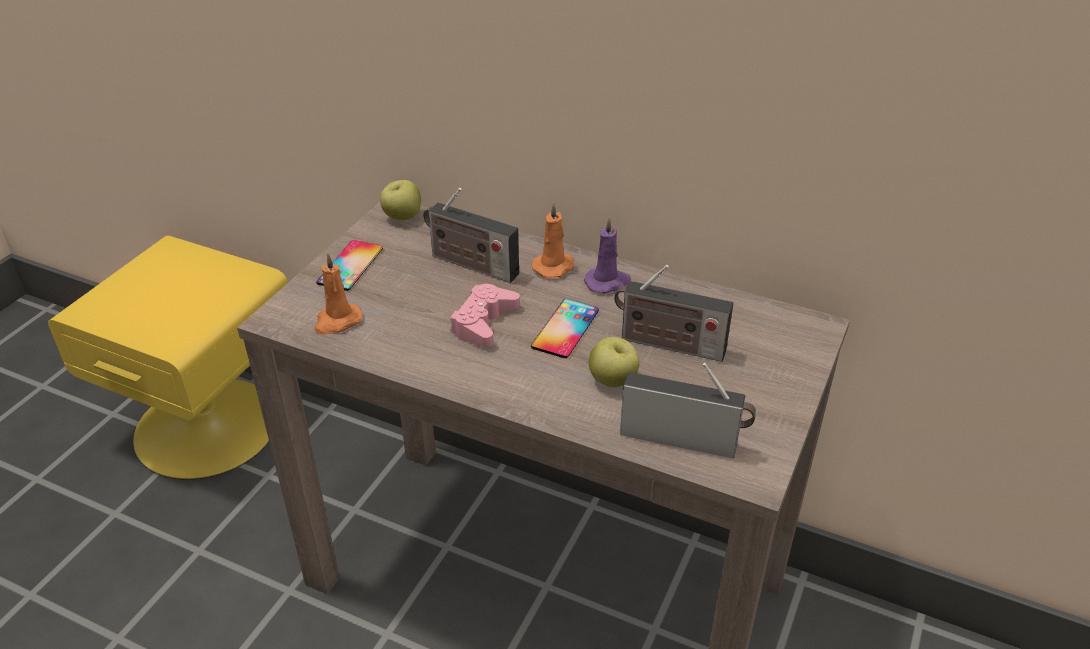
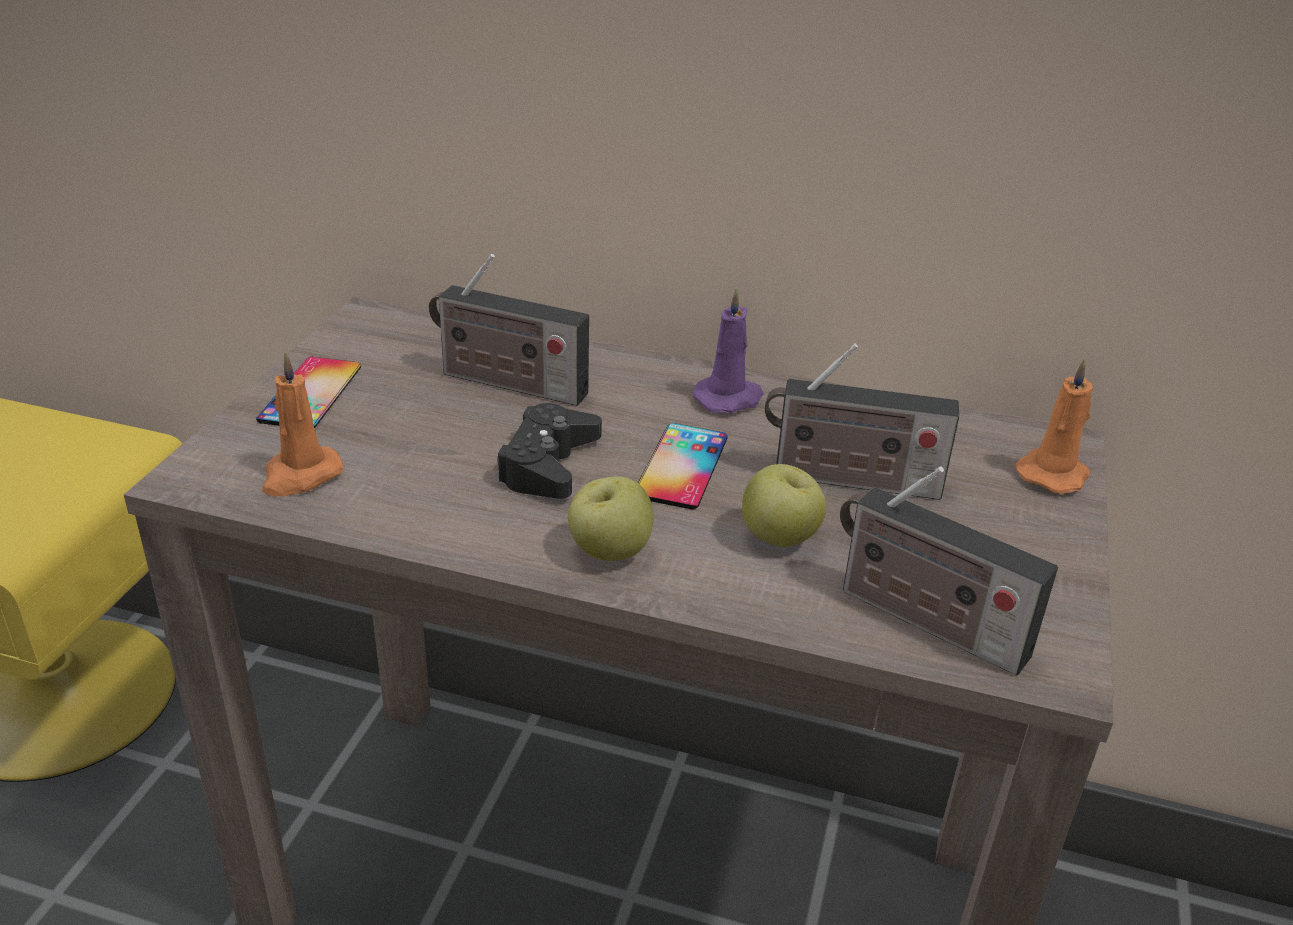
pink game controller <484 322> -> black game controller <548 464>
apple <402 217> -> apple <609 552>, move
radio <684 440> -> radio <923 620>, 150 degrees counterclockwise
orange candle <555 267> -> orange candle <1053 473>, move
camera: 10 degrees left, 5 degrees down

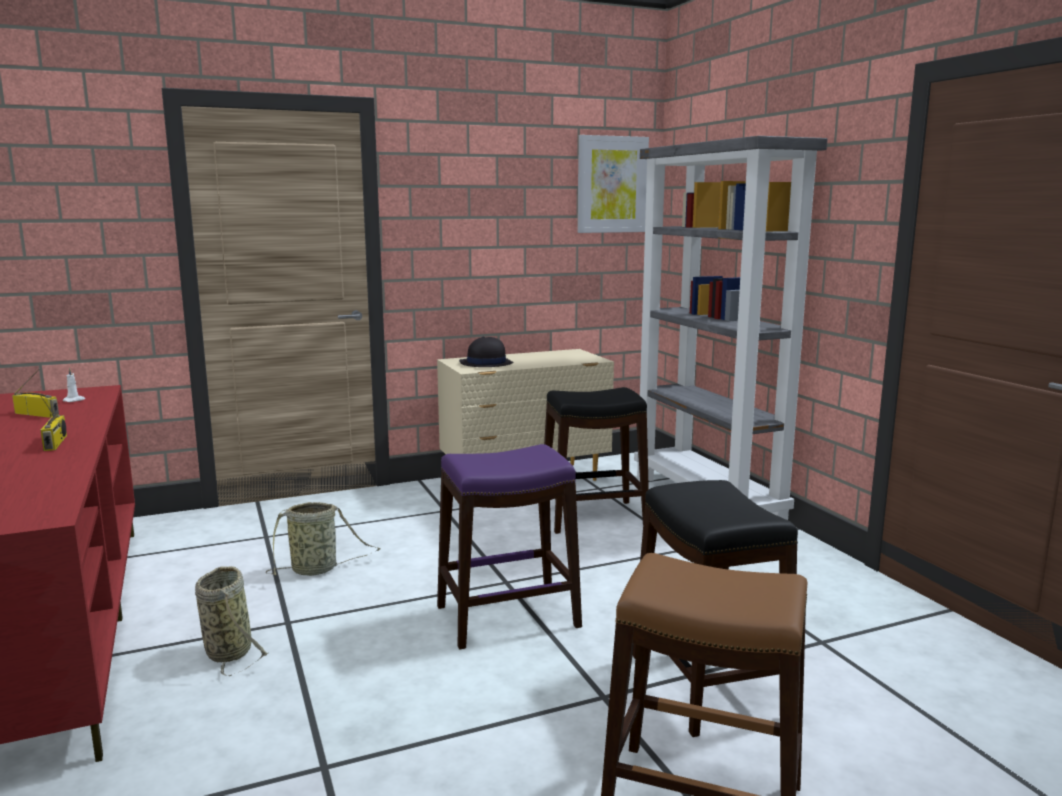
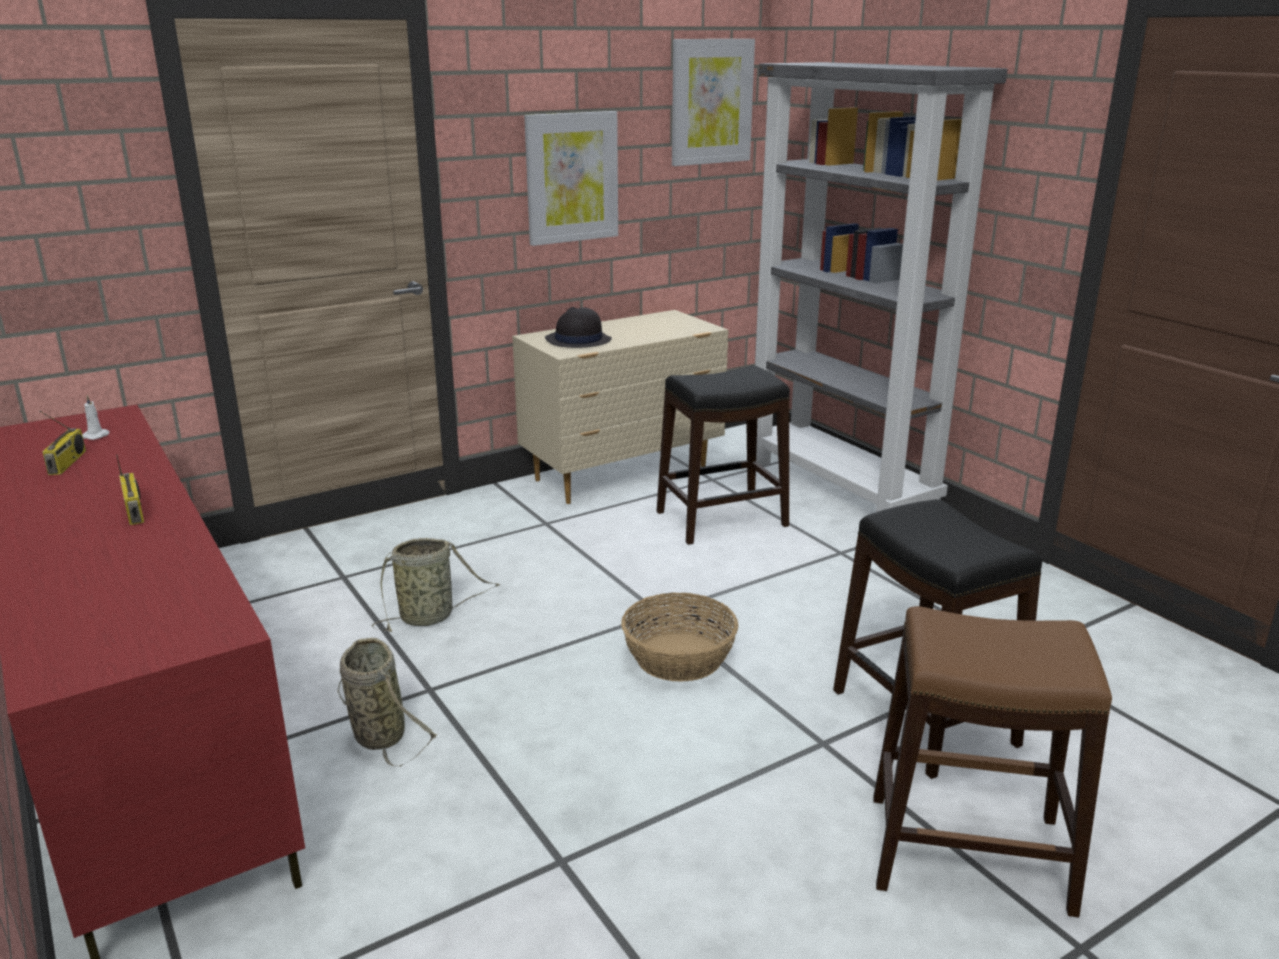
radio <38 414> -> radio <67 463>, 75 degrees clockwise
none -> picture <571 177>
purple stool <507 616> -> basket <679 656>
camera: 10 degrees left, 10 degrees up

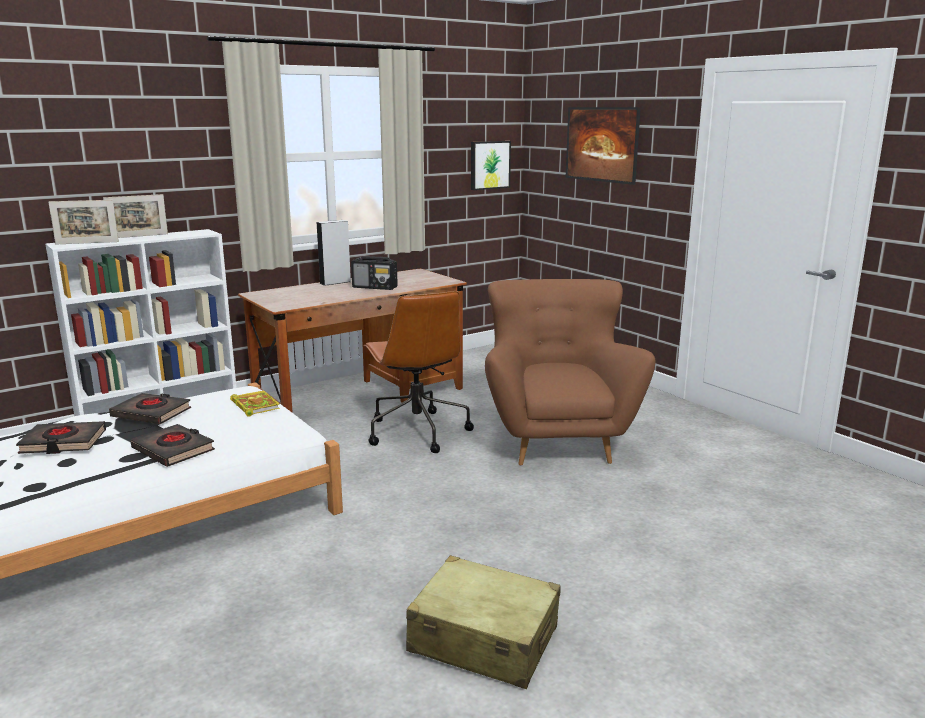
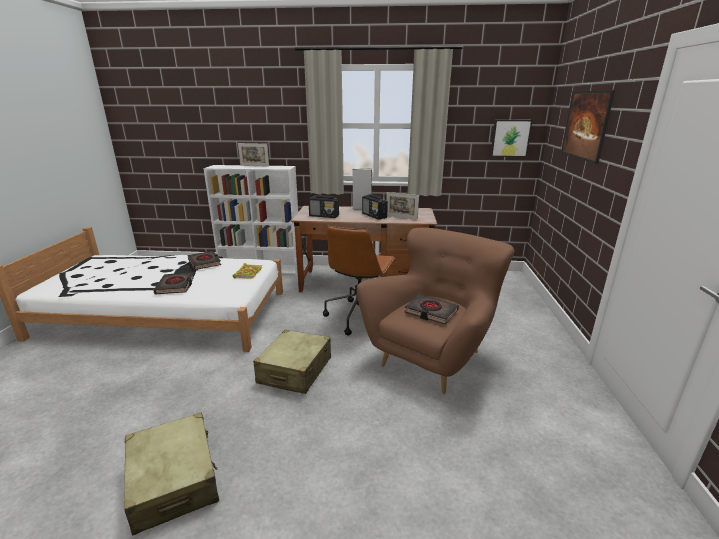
none -> beige suitcase <295 371>
none -> radio <324 216>
picture frame <87 243> -> picture frame <401 217>, move
black book <63 443> -> black book <431 312>, move
camera: 40 degrees right, 5 degrees up

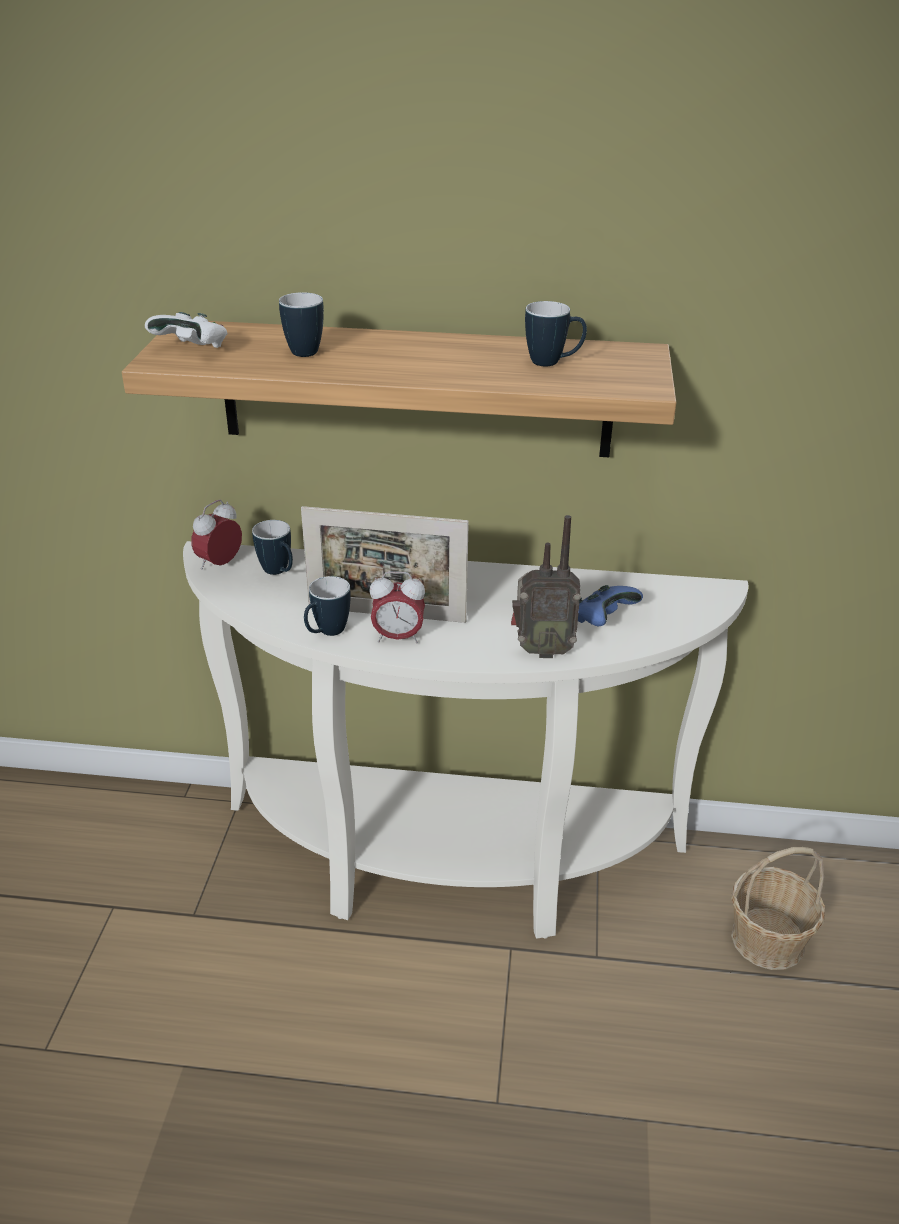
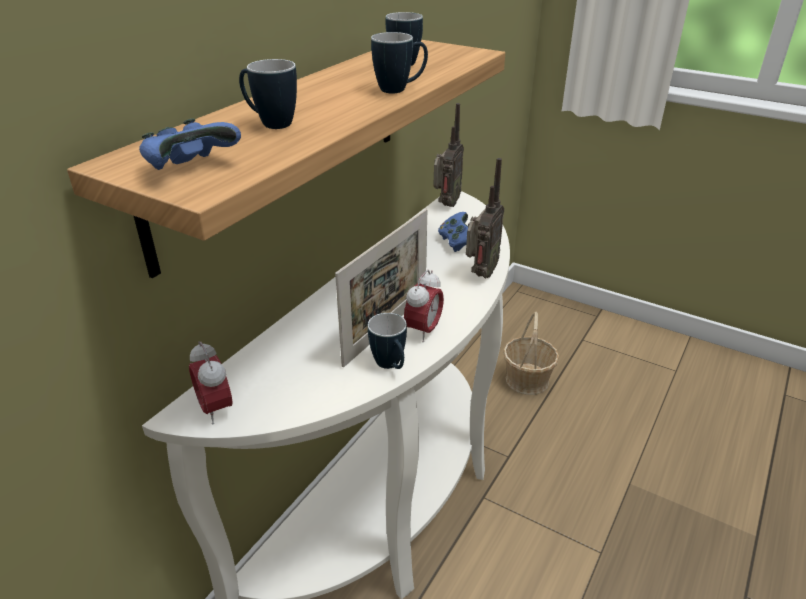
white game controller <193 349> -> blue game controller <191 168>
mug <279 572> -> mug <400 89>, move
none -> radio <446 205>
camera: 65 degrees left, 0 degrees up

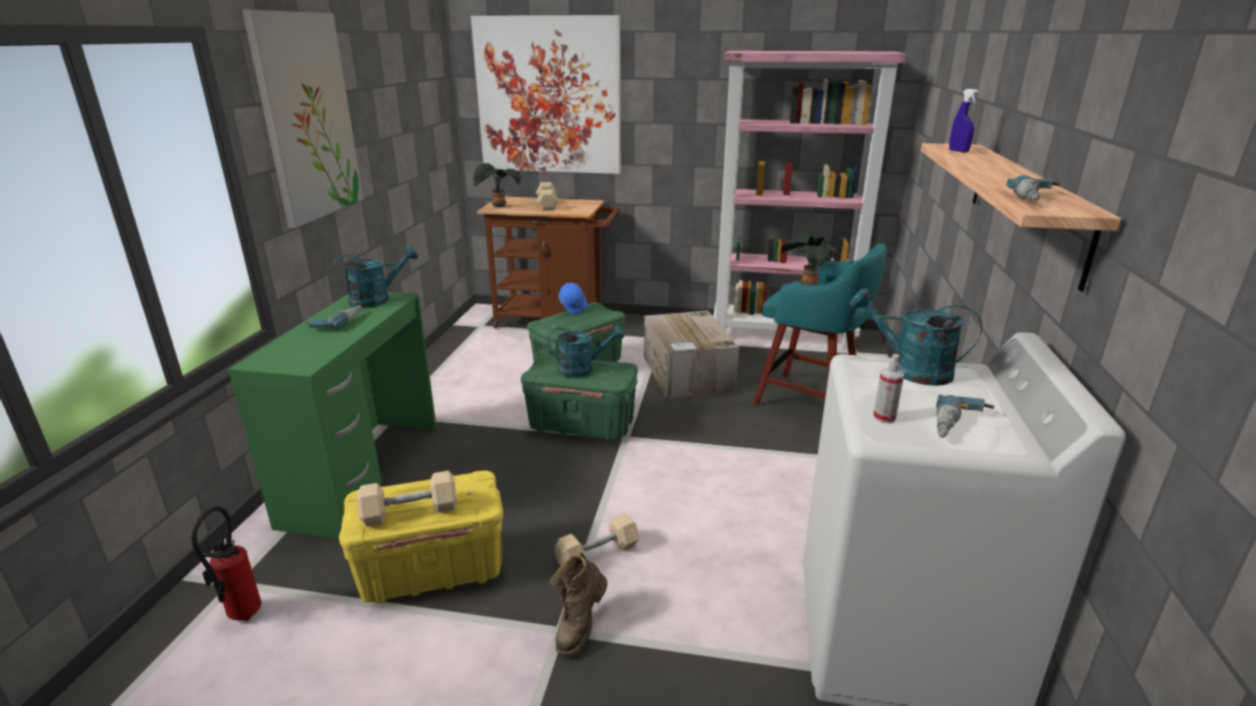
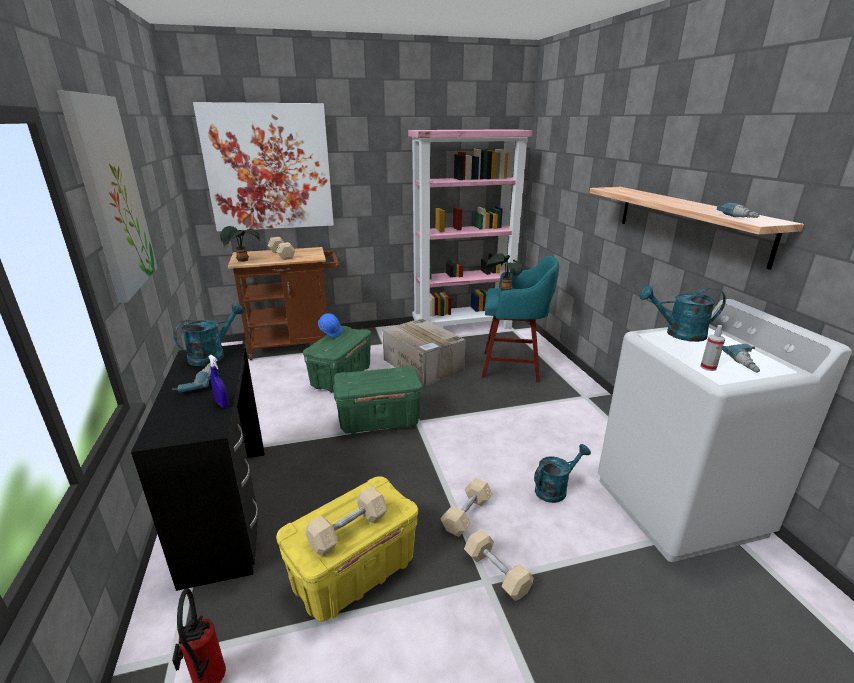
green desk <363 473> -> black desk <227 510>
blue spray bottle <958 151> -> blue spray bottle <222 404>, move
brown boot <579 625> -> beige dumbbell <496 572>
turquoise watering can <583 369> -> turquoise watering can <555 489>, move
camera: 25 degrees left, 0 degrees up

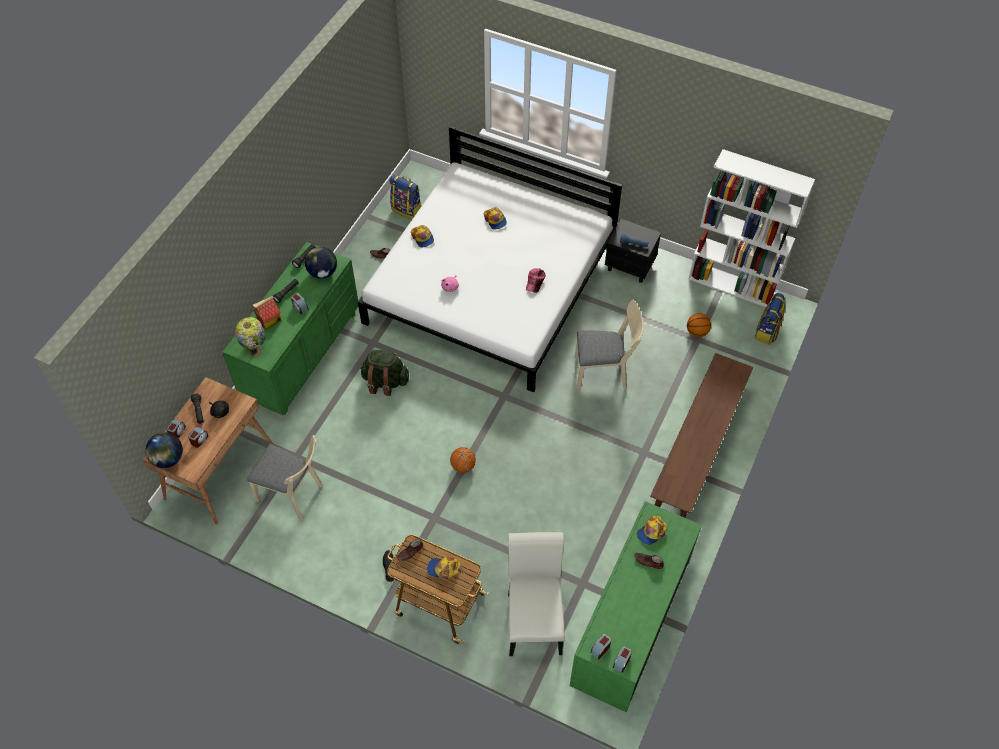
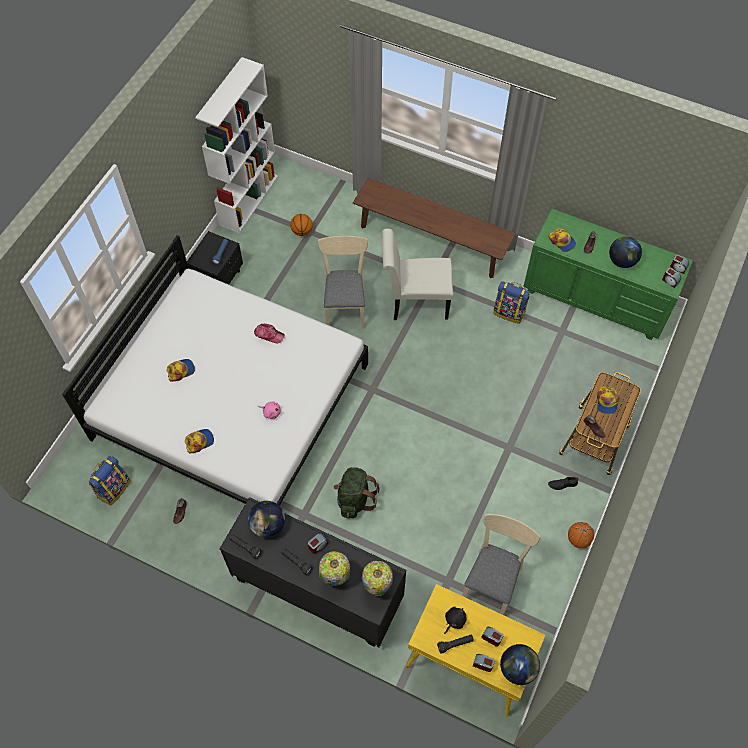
green dresser <301 355> -> black dresser <317 588>
toy house <268 320> -> table lamp <335 578>
white chair <534 618> -> white chair <414 302>, move
brown desk <219 470> -> yellow desk <468 661>
backpack <767 332> -> backpack <509 312>, move
basketball <463 466> -> basketball <578 539>, move
none -> globe <622 261>
camera: 90 degrees left, 5 degrees up

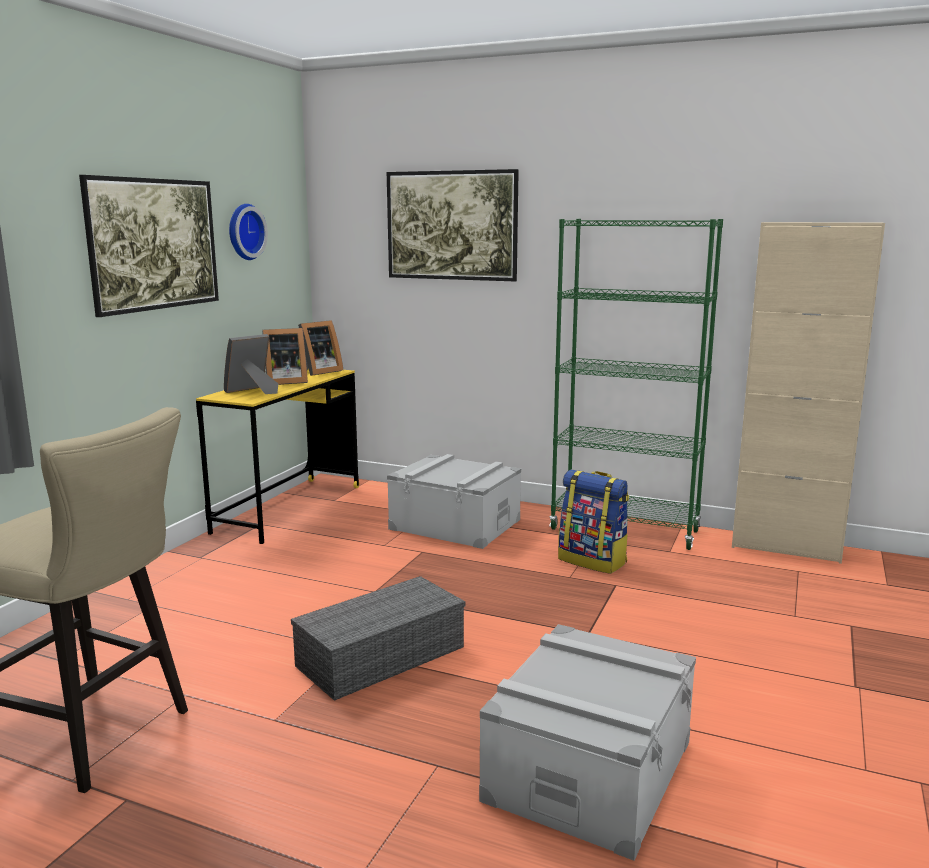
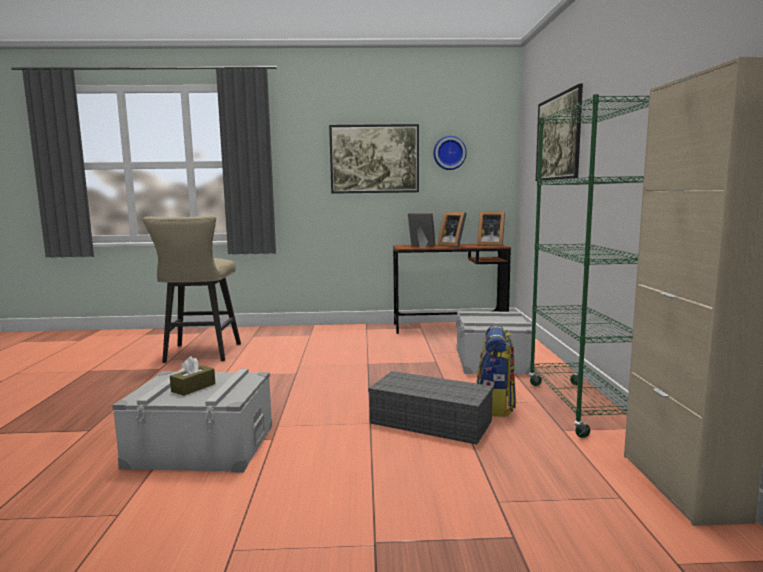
none -> brown tissue box <193 387>
grey storage box <382 655> -> grey storage box <432 422>, move
yellow desk <289 509> -> brown desk <449 327>
camera: 65 degrees right, 5 degrees down

